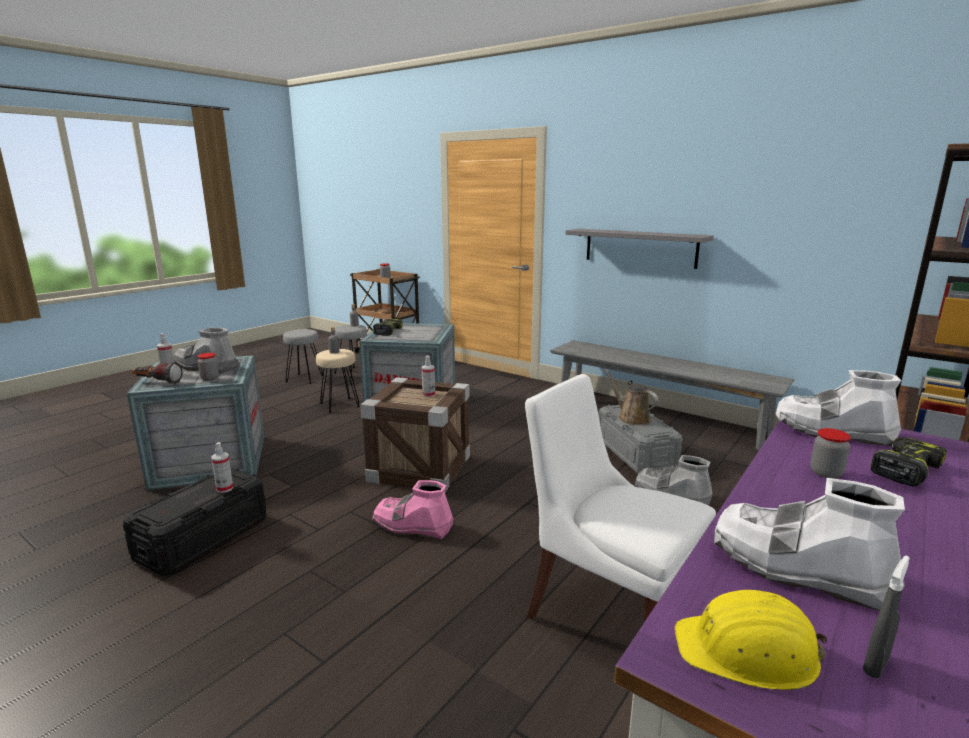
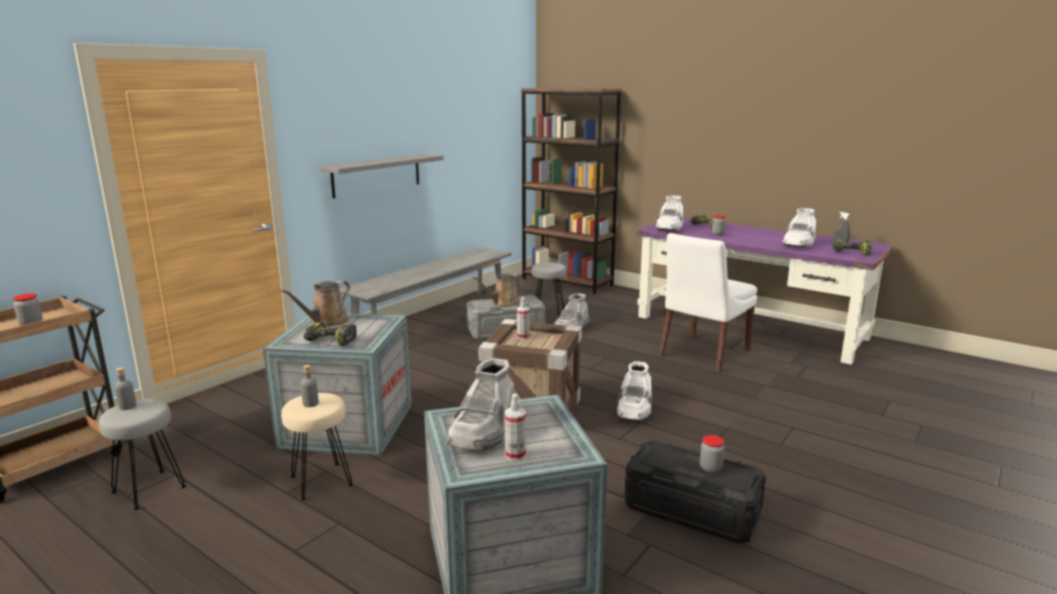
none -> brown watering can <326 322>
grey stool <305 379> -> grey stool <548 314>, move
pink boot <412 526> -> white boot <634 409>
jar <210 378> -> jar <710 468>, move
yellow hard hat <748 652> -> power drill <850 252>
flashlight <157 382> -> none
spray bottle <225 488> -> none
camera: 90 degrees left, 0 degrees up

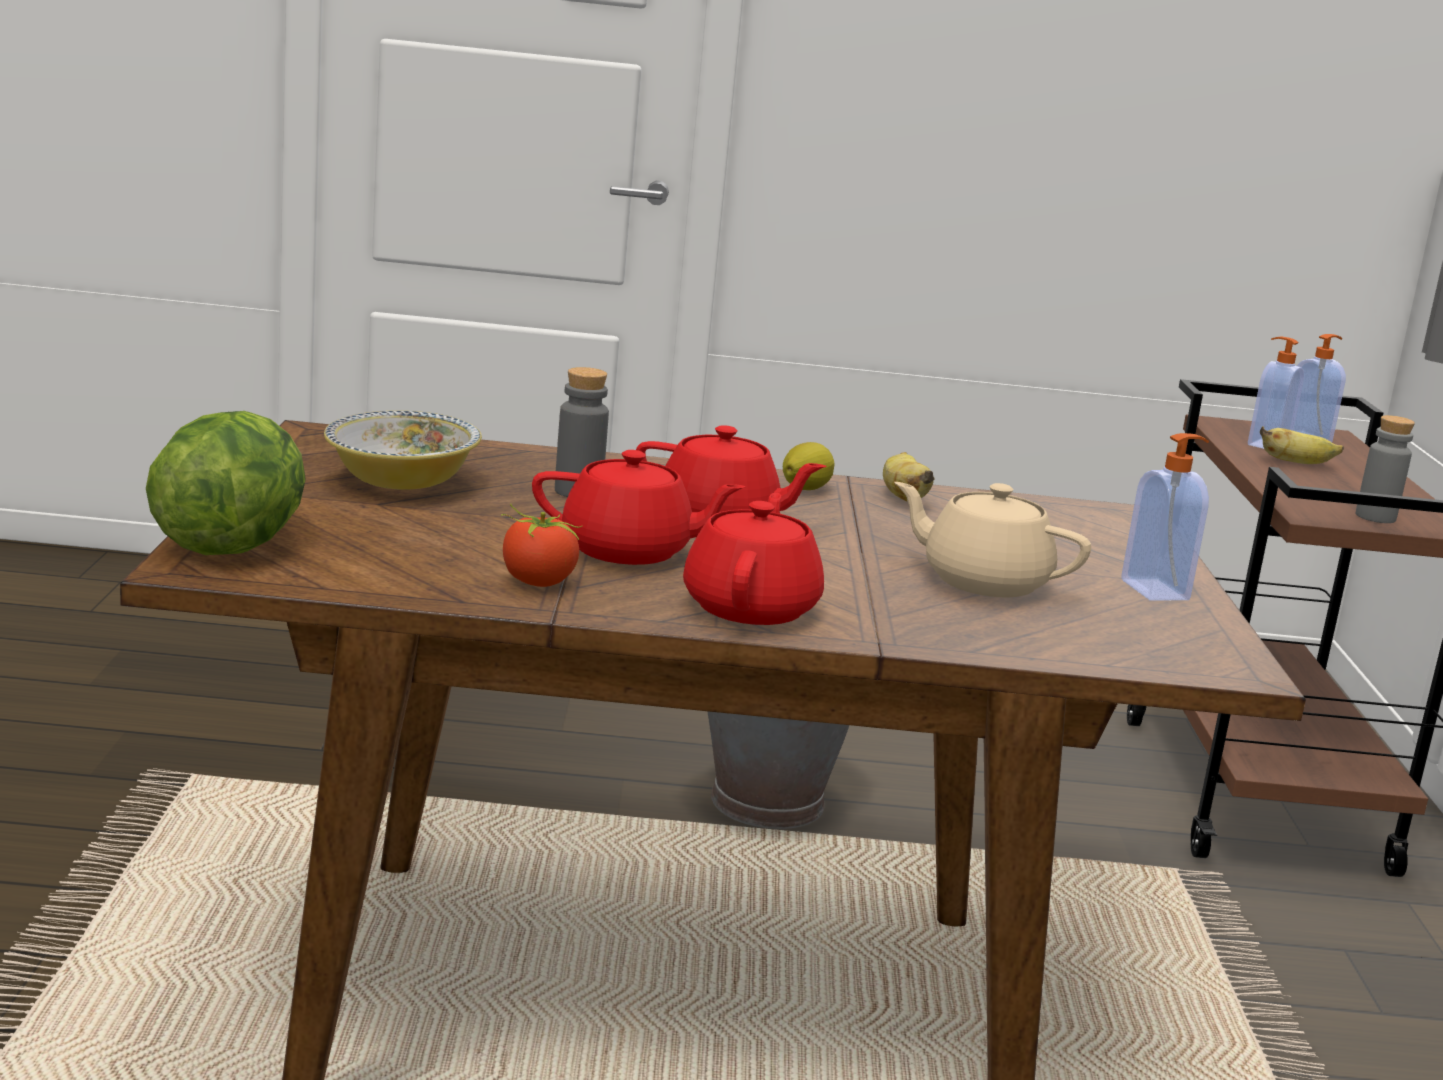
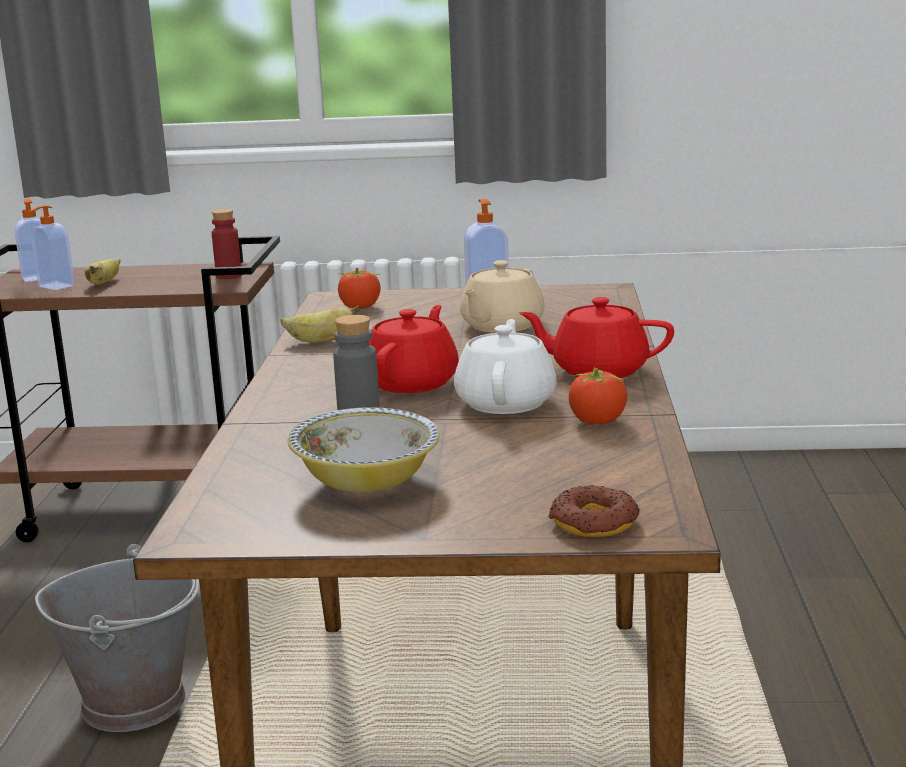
grey bottle <1375 517> -> red bottle <229 276>
none -> tomato <360 307>
red teapot <629 551> -> white teapot <506 402>
lettuce <230 544> -> donut <594 523>
lemon <804 489> -> none
camera: 85 degrees left, 0 degrees up

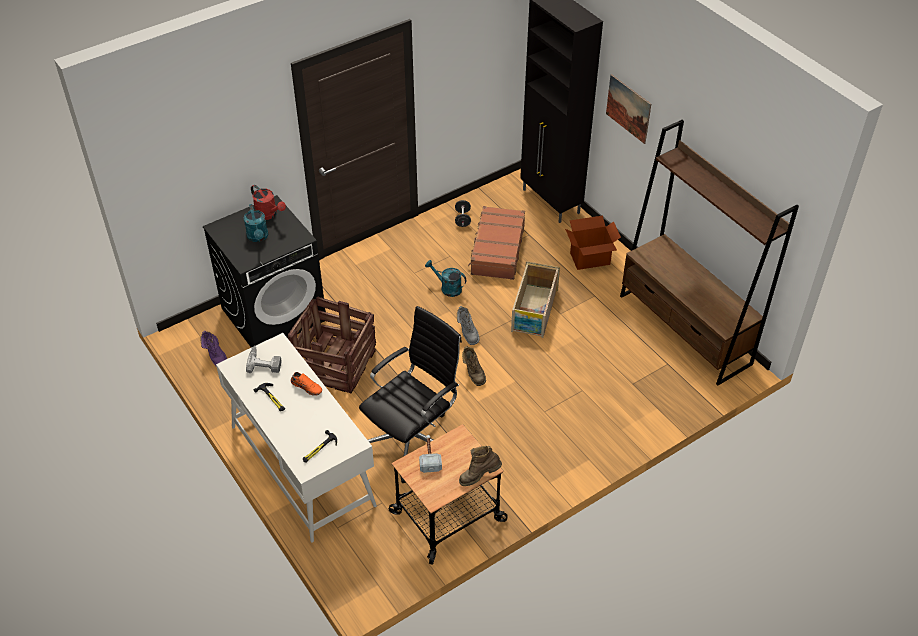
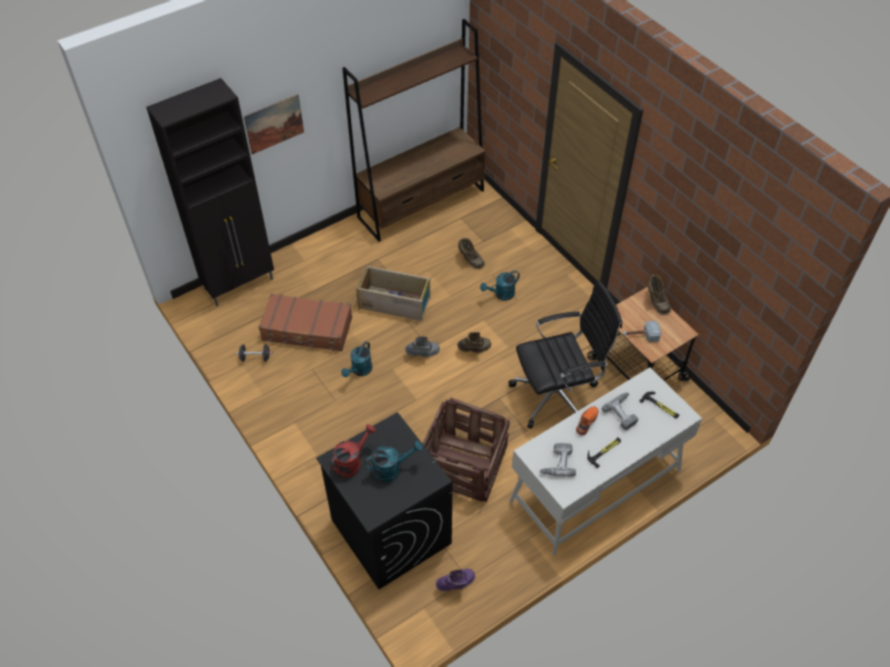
none -> brown boot <470 260>
none -> turquoise watering can <501 294>
black office chair <413 440> -> black office chair <557 395>, 120 degrees clockwise
none -> power drill <624 412>
cardboard box <590 259> -> none
camera: 90 degrees left, 5 degrees up

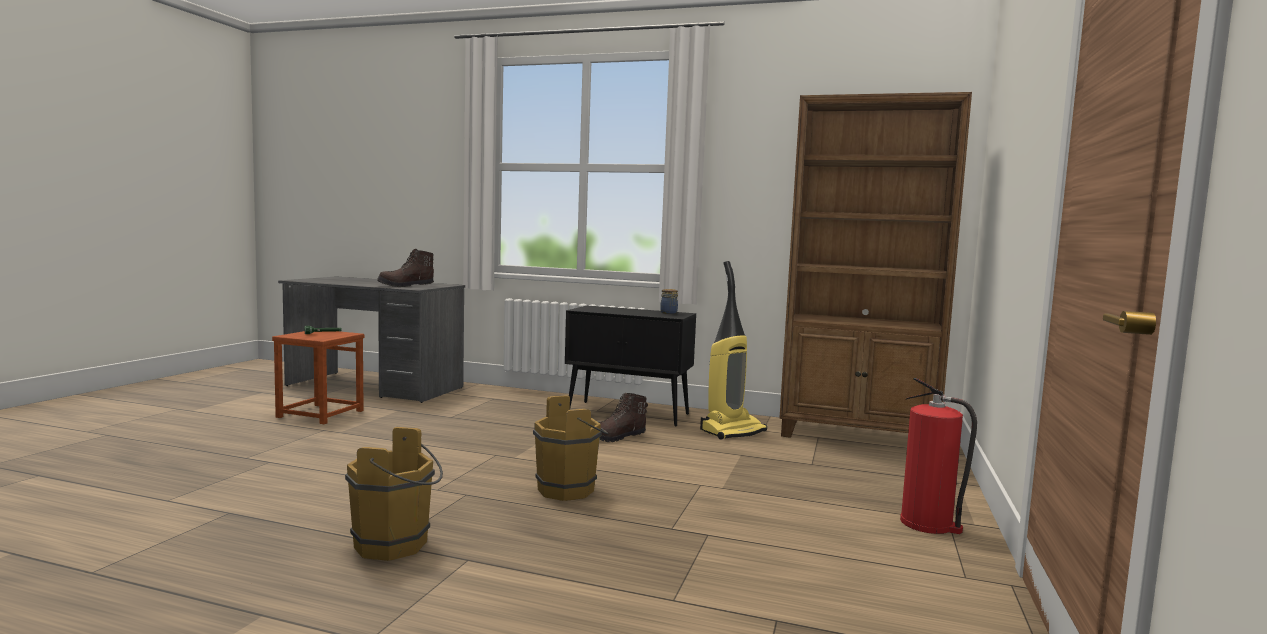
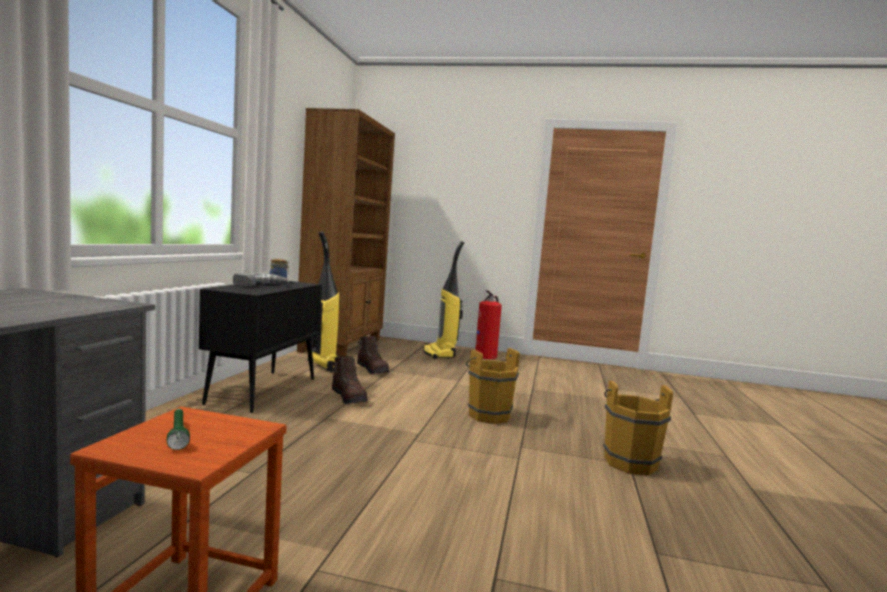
none -> power drill <261 285>
brown boot <406 286> -> brown boot <372 370>, move
none -> vacuum cleaner <440 354>
camera: 95 degrees left, 0 degrees up

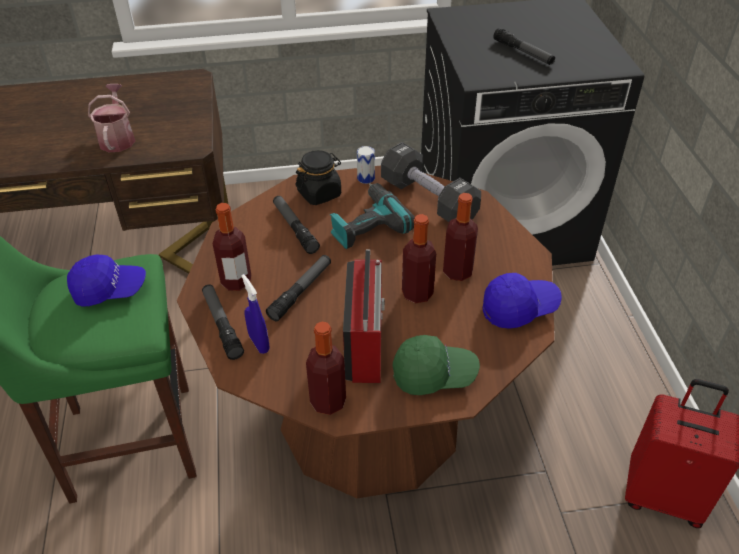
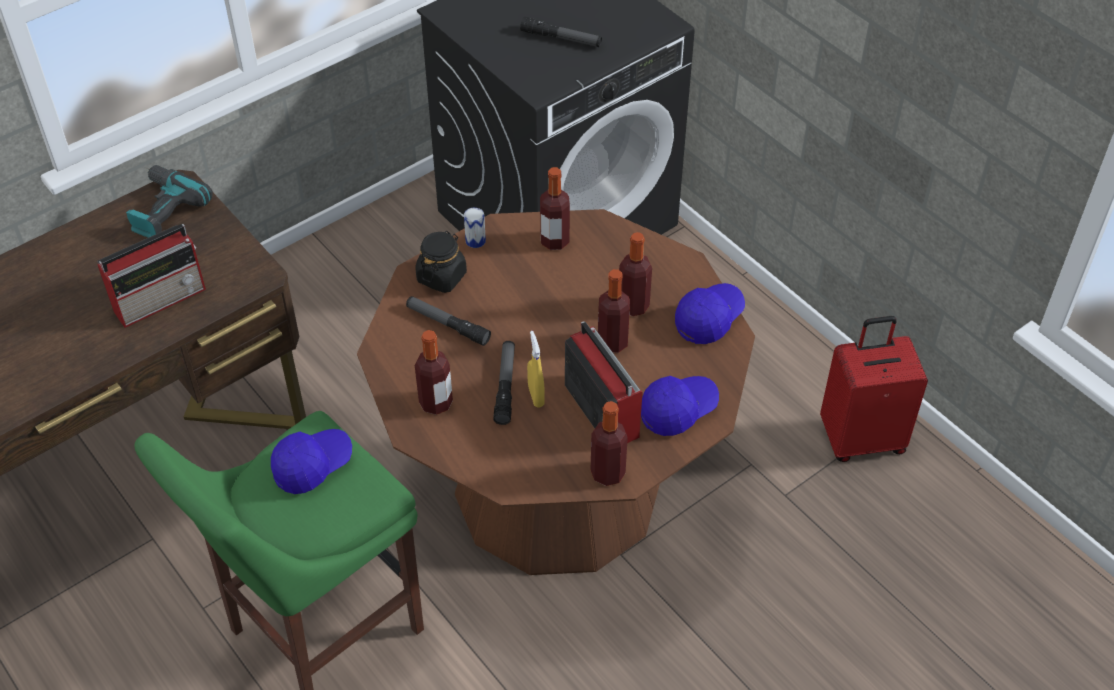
watering can <117 138> -> radio <161 298>
power drill <367 224> -> power drill <163 210>, move
none -> yellow spray bottle <536 396>
black dumbbell <428 199> -> bottle <554 241>
green cap <434 374> -> blue cap <678 410>
flashlight <222 325> -> none
blue spray bottle <259 343> -> none
camera: 30 degrees left, 5 degrees up

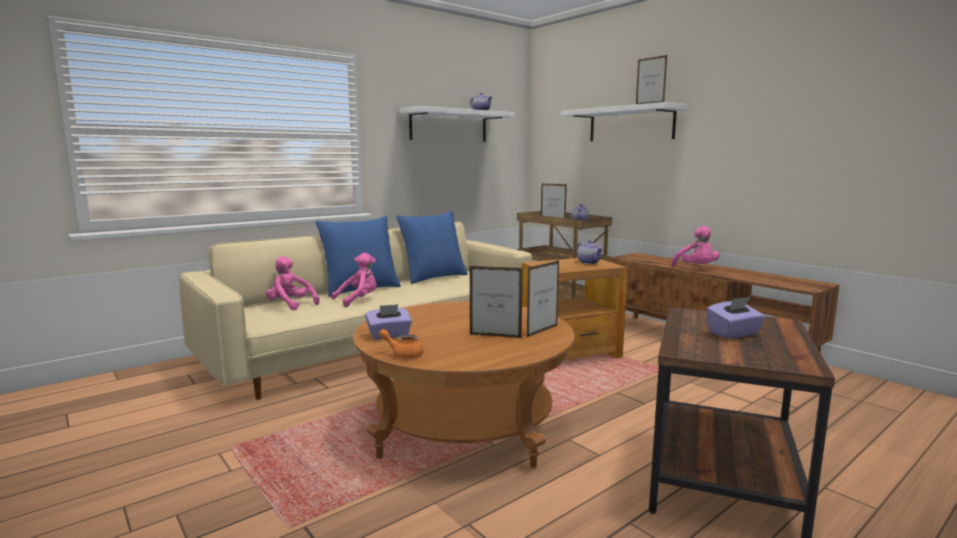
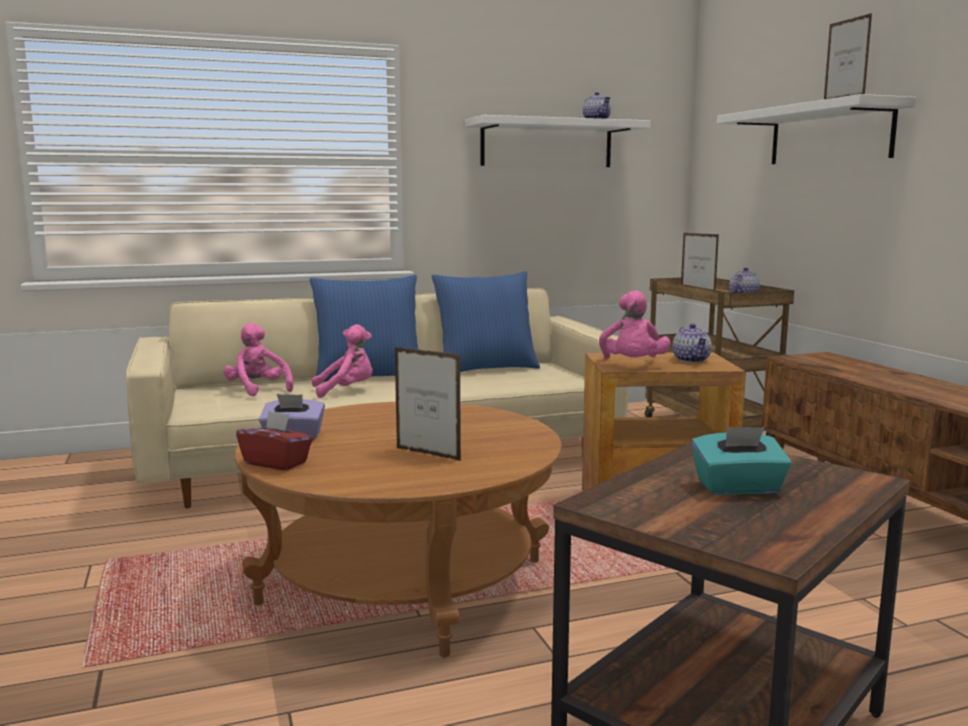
orange teapot <403 354> -> red tissue box <276 463>
pink plush toy <696 268> -> pink plush toy <633 365>, move
purple tissue box <734 334> -> turquoise tissue box <738 488>
picture frame <542 331> -> none
camera: 20 degrees right, 0 degrees up

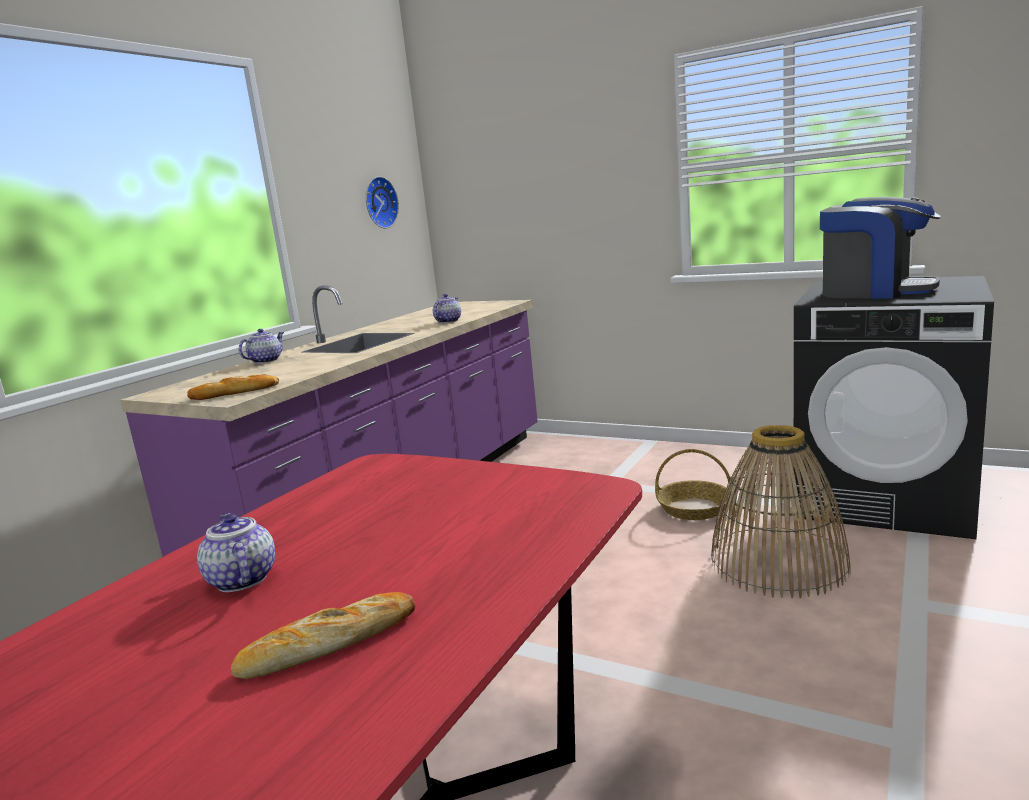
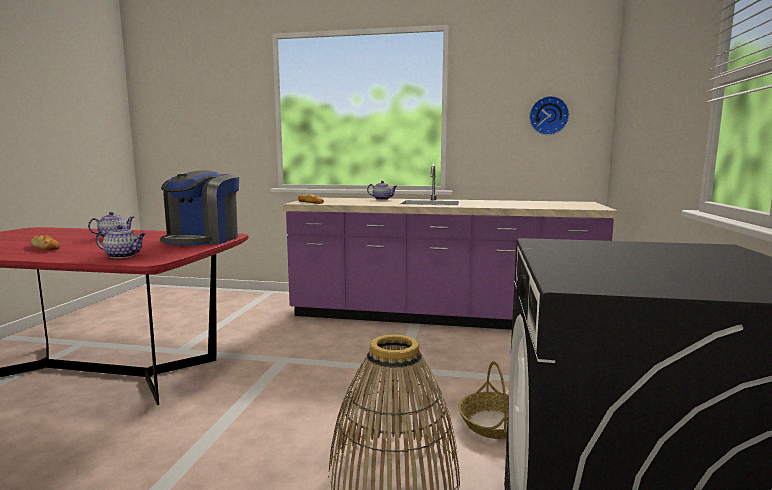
teapot <448 321> -> teapot <123 256>, move
coffee machine <875 292> -> coffee machine <203 240>, move
camera: 70 degrees right, 5 degrees down

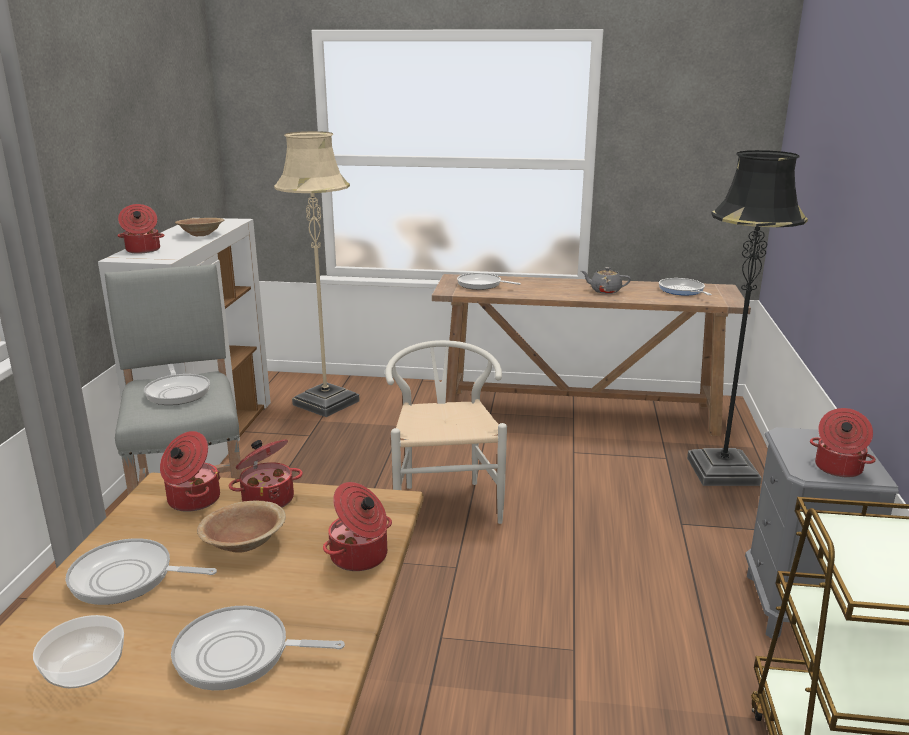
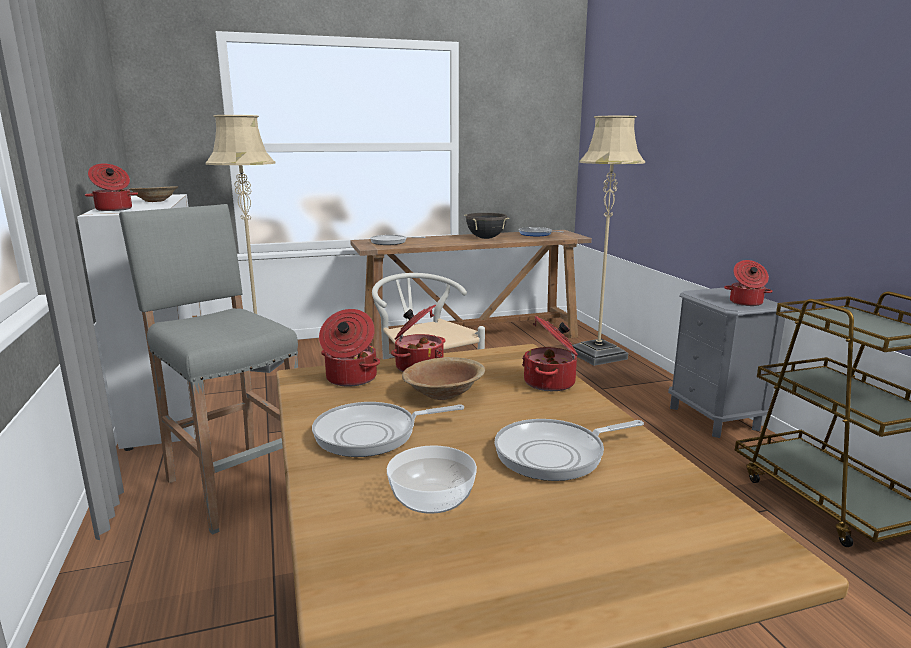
grey teapot <604 291> -> black cooking pot <486 238>
black floor lamp <722 471> -> beige floor lamp <598 355>
frying pan <178 392> -> none
camera: 25 degrees left, 5 degrees down

